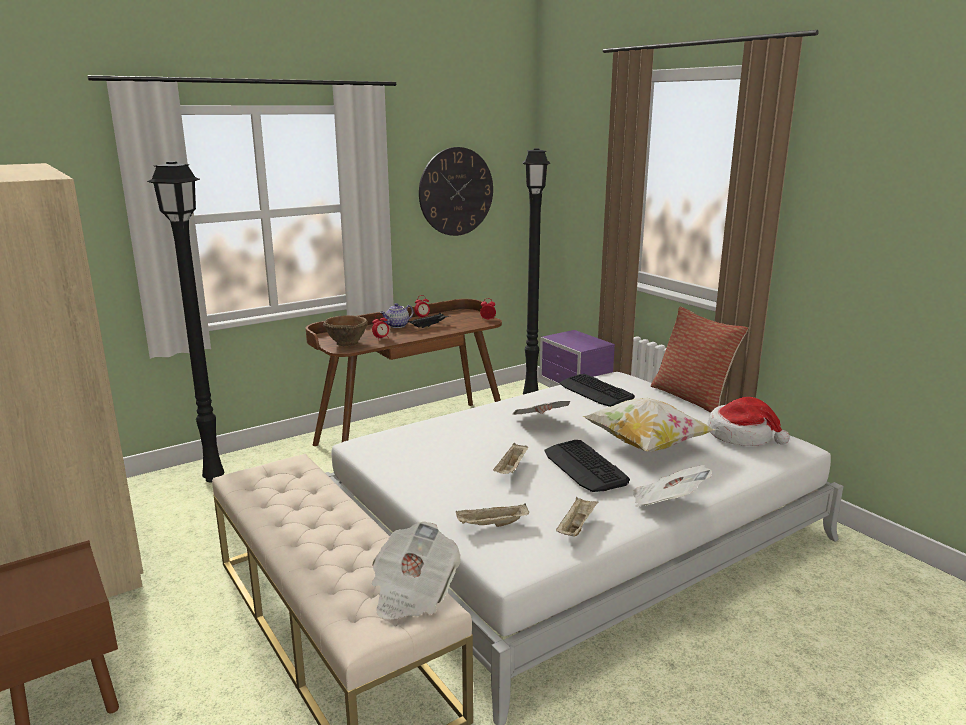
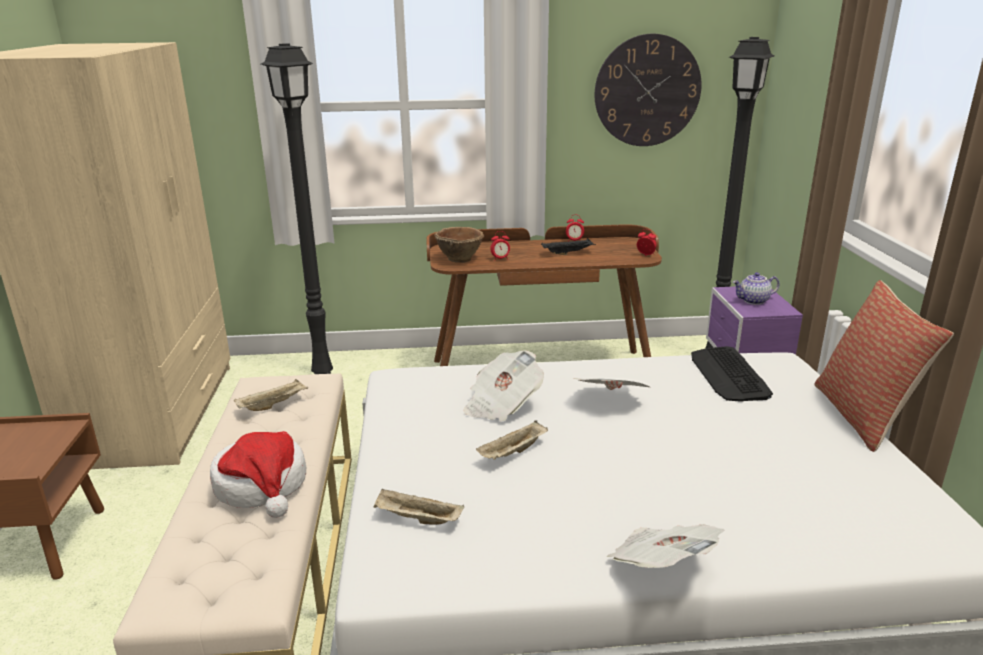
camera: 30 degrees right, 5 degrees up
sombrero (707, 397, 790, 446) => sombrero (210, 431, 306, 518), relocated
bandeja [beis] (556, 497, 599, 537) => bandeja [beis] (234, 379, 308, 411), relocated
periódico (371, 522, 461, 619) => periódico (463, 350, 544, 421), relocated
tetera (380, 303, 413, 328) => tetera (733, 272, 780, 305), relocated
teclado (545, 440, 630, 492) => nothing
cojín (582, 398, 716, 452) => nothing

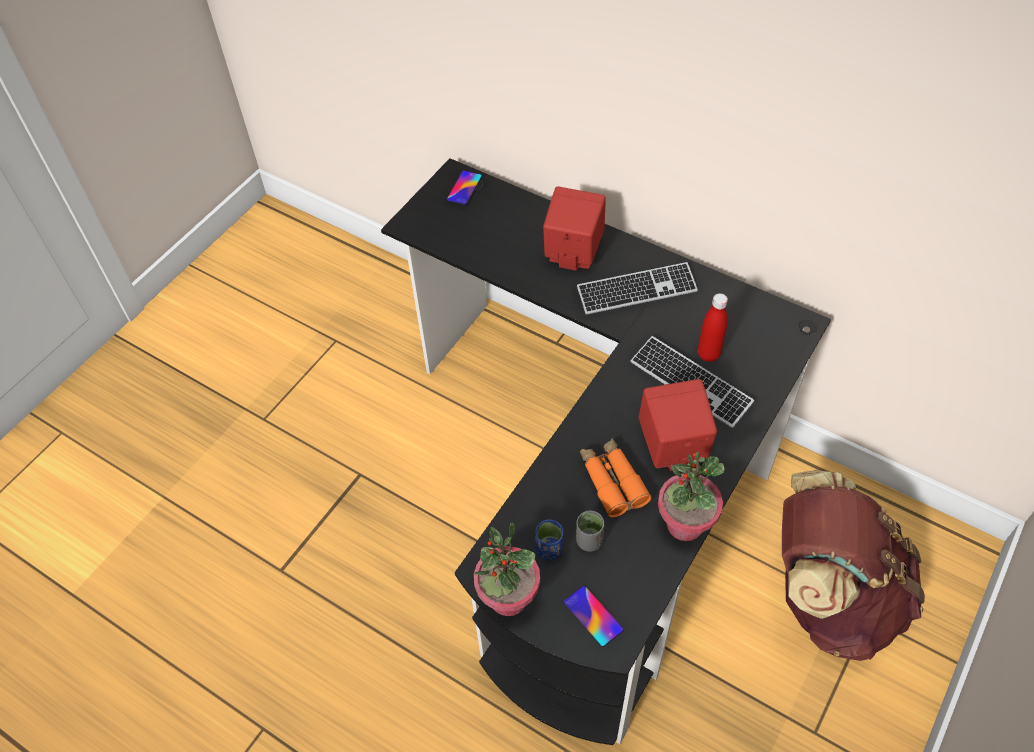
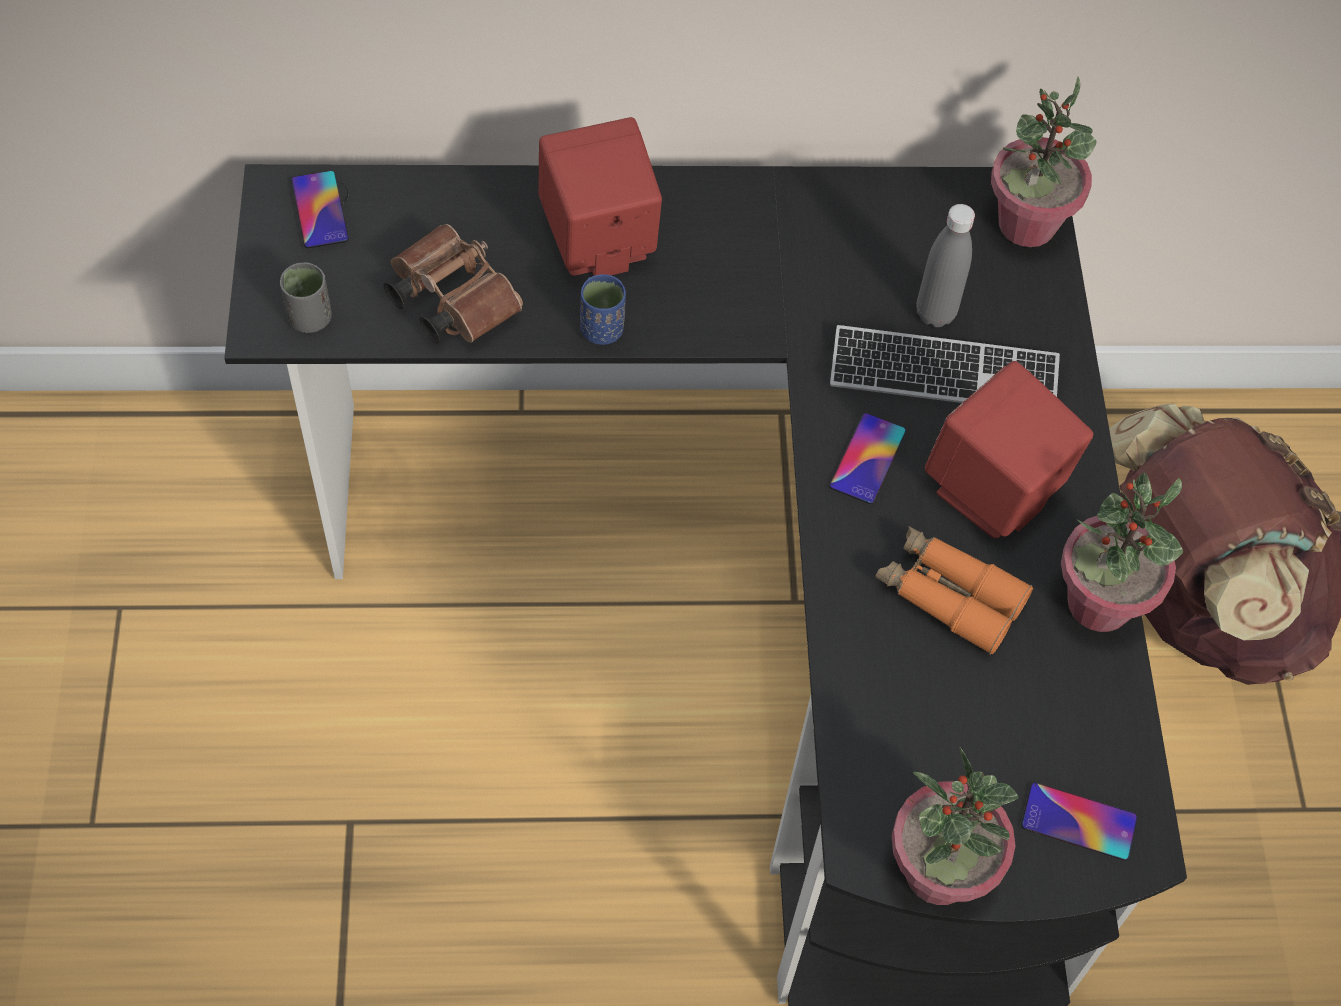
camera: 40 degrees left, 5 degrees up
taza [gris] (576, 511, 604, 551) => taza [gris] (280, 262, 332, 333), relocated
nothing => prismáticos [marrón] (384, 224, 523, 344)
taza [azul] (535, 519, 563, 561) => taza [azul] (580, 274, 626, 345), relocated
nothing => móvil (829, 413, 906, 504)
botella [rojo] (698, 293, 728, 362) => botella [gris] (916, 204, 975, 327)
nothing => planta en maceta (991, 77, 1097, 247)
teclado (577, 262, 698, 315) => nothing

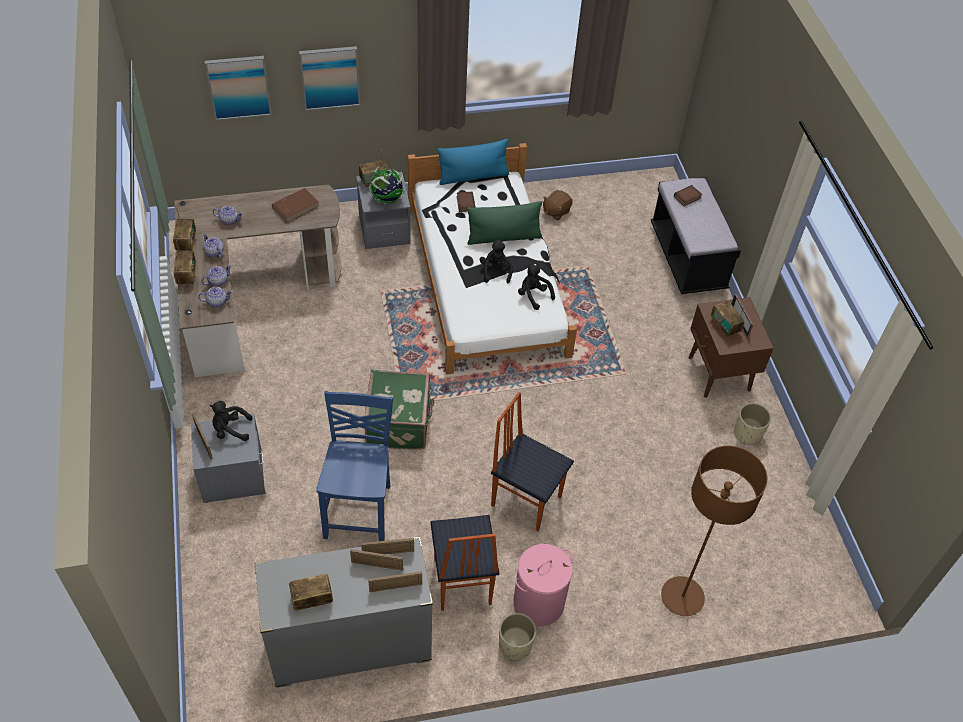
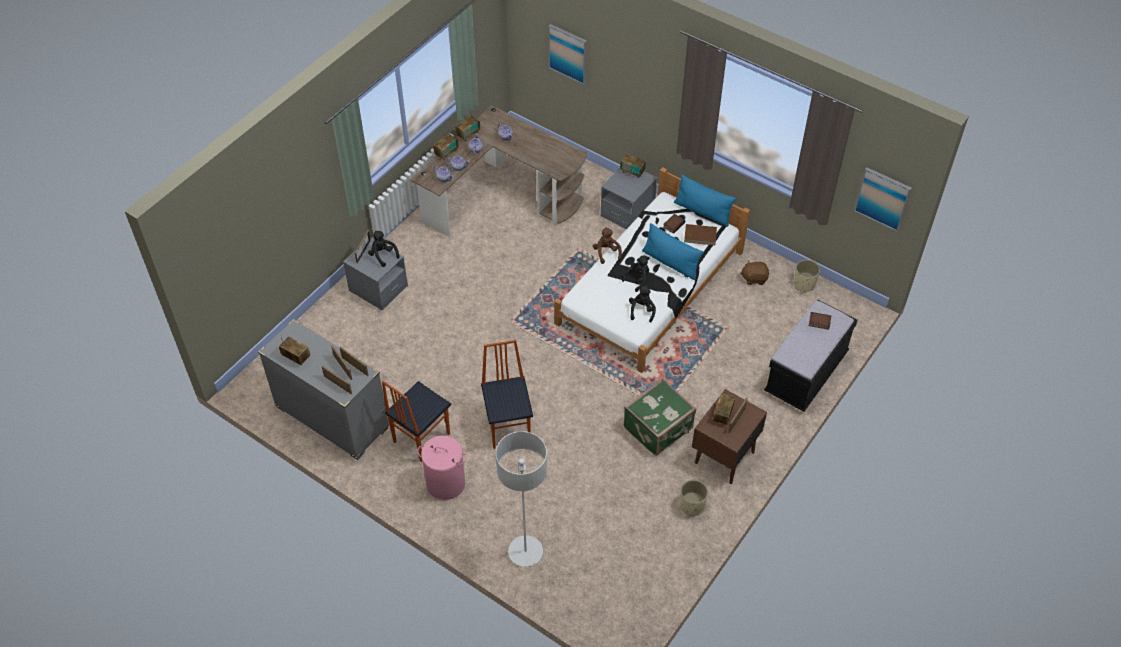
camera: 50 degrees right, 0 degrees up
lámpara de pie [marrón] (661, 446, 767, 616) => lámpara de pie [gris] (496, 431, 547, 567)
nothing => peluche [marrón] (593, 227, 622, 264)
maleta [verde] (365, 370, 434, 450) => maleta [verde] (624, 378, 696, 456), relocated
cojín [verde] (467, 201, 542, 245) => cojín [azul] (642, 223, 704, 280)
libro [marrón] (272, 188, 319, 223) => libro [marrón] (684, 224, 717, 245), relocated
maceta [beis] (499, 613, 536, 661) => maceta [beis] (794, 259, 820, 292), relocated
cuadro (299, 46, 360, 111) => cuadro (854, 167, 912, 231), relocated
silla [azul] (316, 391, 393, 541) => nothing
globo terráqueo (369, 166, 406, 204) => nothing

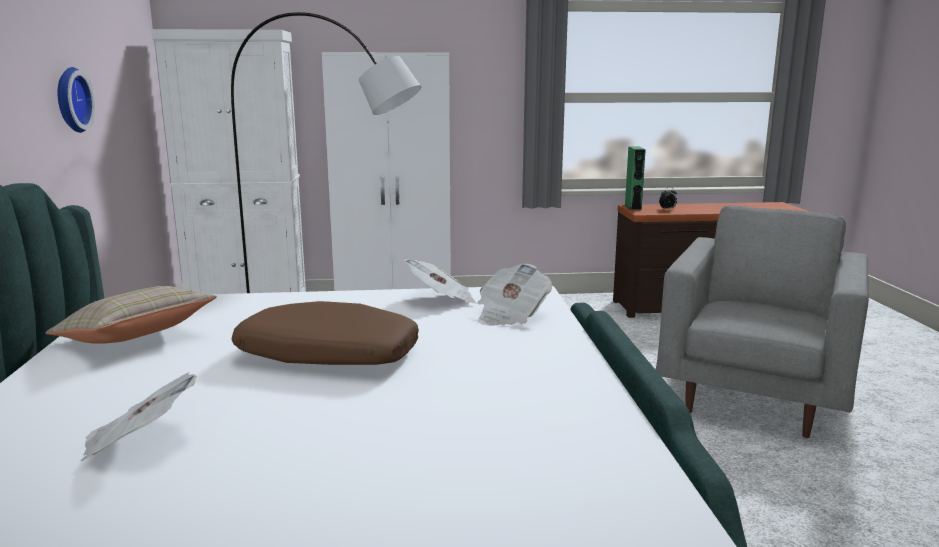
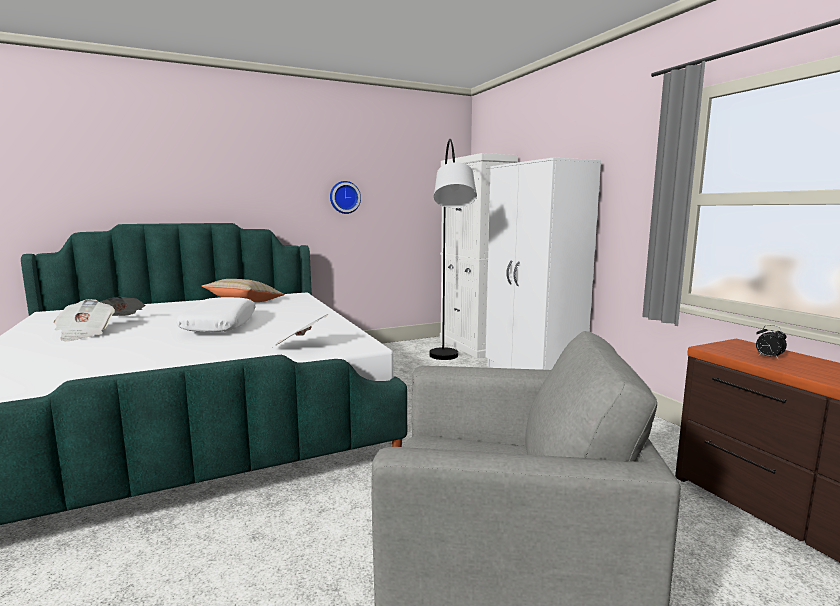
camera: 70 degrees right, 5 degrees down
periódico (404, 259, 477, 304) => periódico (54, 299, 115, 341), relocated
cojín [marrón] (232, 301, 419, 365) => cojín [blanco] (176, 297, 256, 332)
altavoz [verde] (625, 146, 646, 210) => nothing

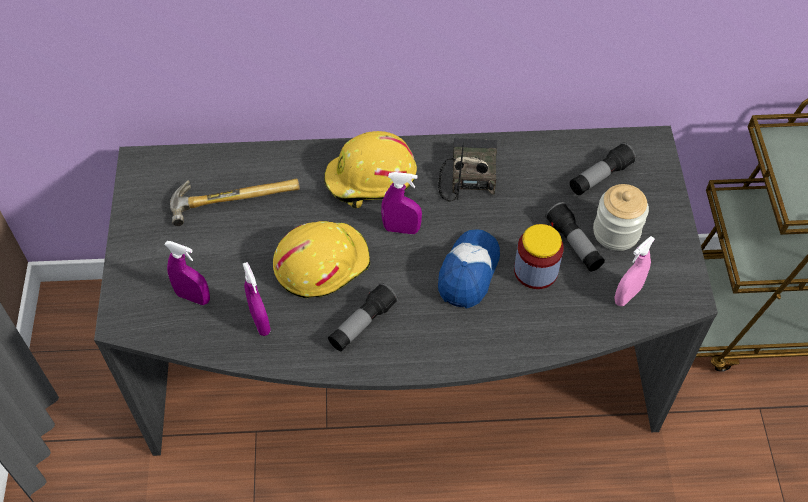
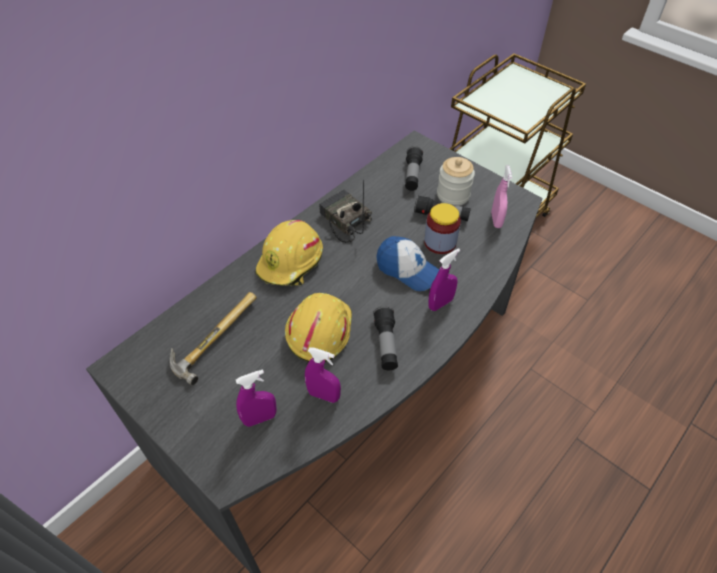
camera: 45 degrees left, 5 degrees down
gorra (438, 229, 500, 308) => gorra (377, 236, 439, 291), 150 degrees clockwise
pulverizador [morado] (381, 172, 422, 234) => pulverizador [morado] (428, 248, 460, 311), relocated

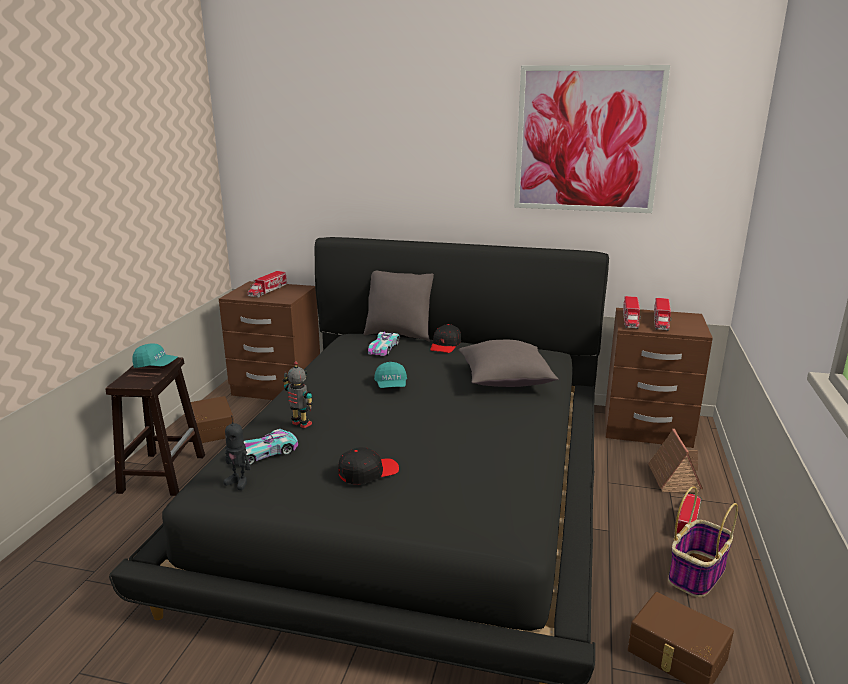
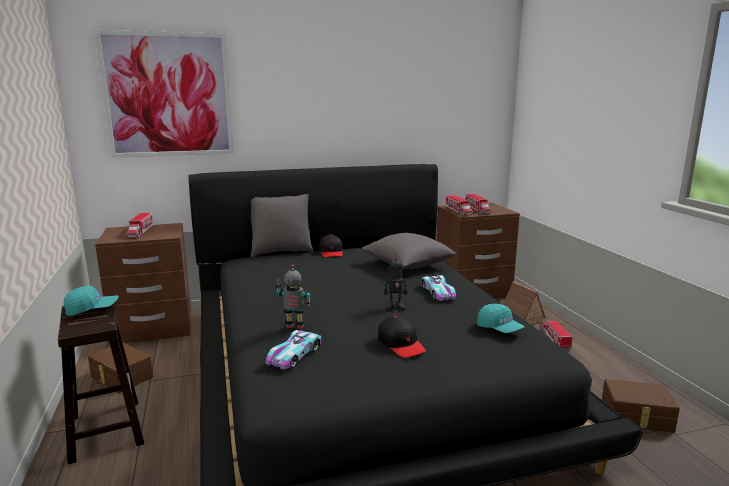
camera: 30 degrees left, 5 degrees down
cuadro (514, 65, 670, 213) => cuadro (94, 30, 234, 158), relocated
gorra [negro] (338, 447, 399, 484) => gorra [negro] (378, 316, 426, 358), 120 degrees clockwise
robot de juguete (223, 415, 251, 490) => robot de juguete (384, 253, 407, 311), relocated
coche de juguete (368, 332, 400, 356) => coche de juguete (422, 275, 456, 301), relocated
gorra [turquesa] (374, 362, 407, 388) => gorra [turquesa] (477, 304, 525, 333), relocated
cesta (668, 486, 738, 597) => nothing

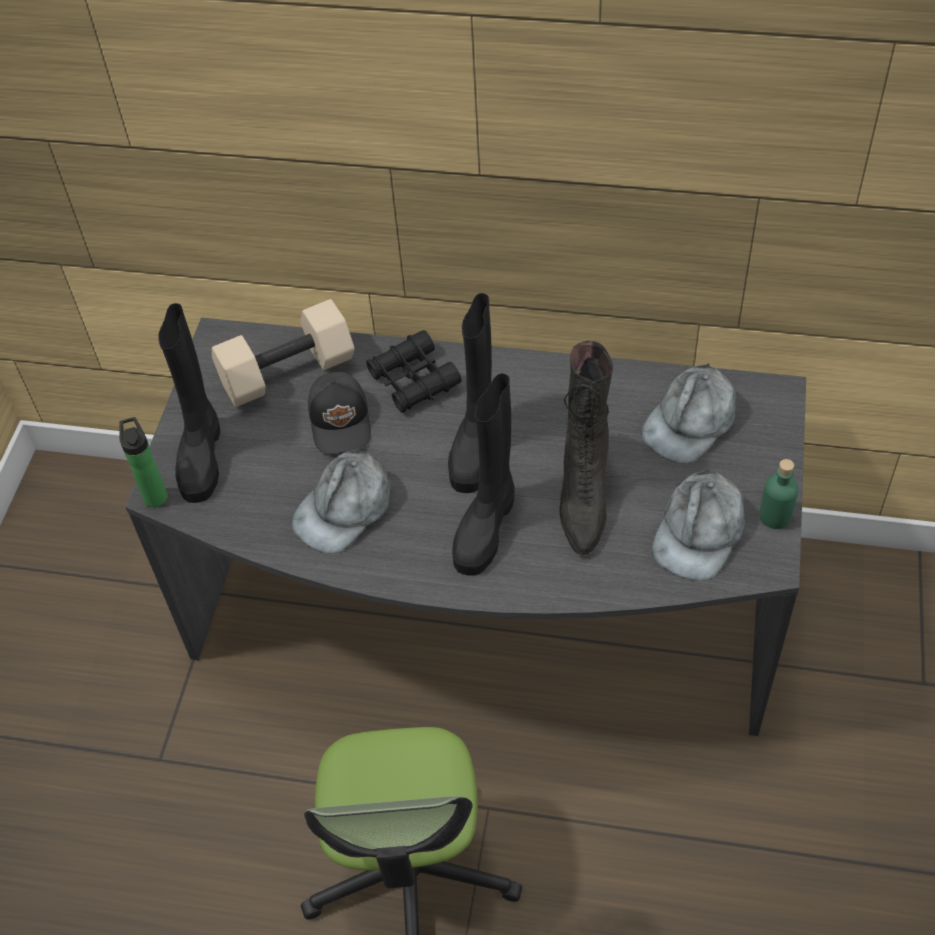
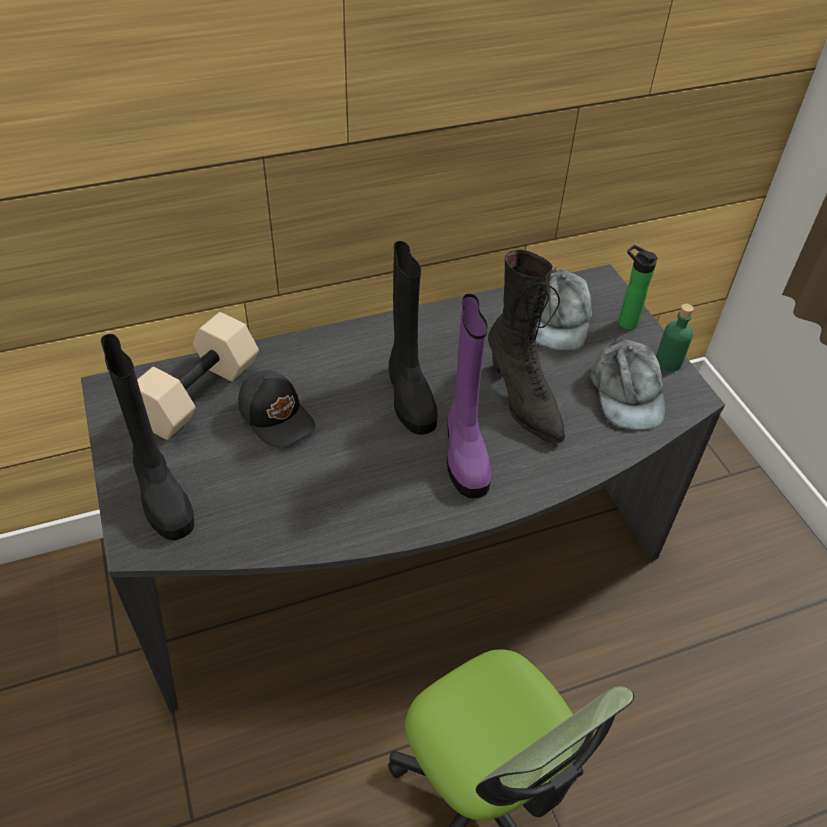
camera: 35 degrees left, 5 degrees down
bota [negro] (452, 373, 514, 576) => bota [morado] (447, 294, 492, 498)
botella (119, 417, 168, 507) => botella (618, 245, 658, 330), relocated
gorra [gris] (291, 448, 391, 554) => nothing
prismáticos [negro] (366, 330, 461, 413) => nothing

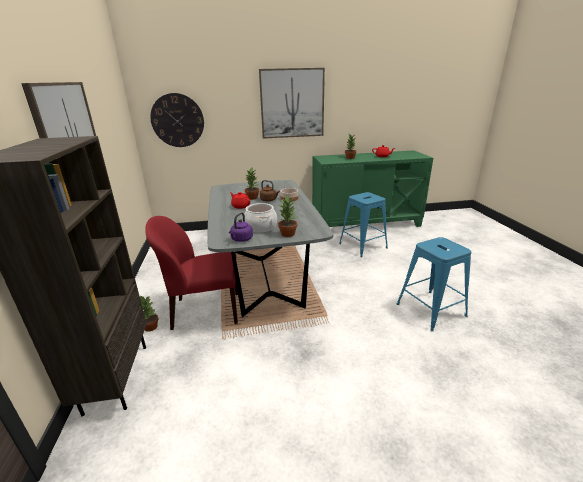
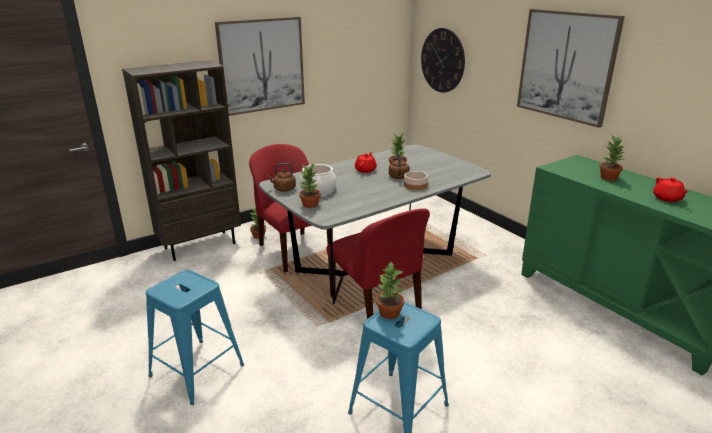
camera: 65 degrees right, 0 degrees up
taburete [azul] (339, 192, 388, 257) => taburete [azul] (146, 270, 244, 405), relocated
hervidor [morado] (229, 212, 253, 242) => hervidor [marrón] (267, 163, 296, 192)
nothing => silla [rojo] (327, 208, 430, 319)
nothing => planta en maceta (376, 261, 404, 319)

